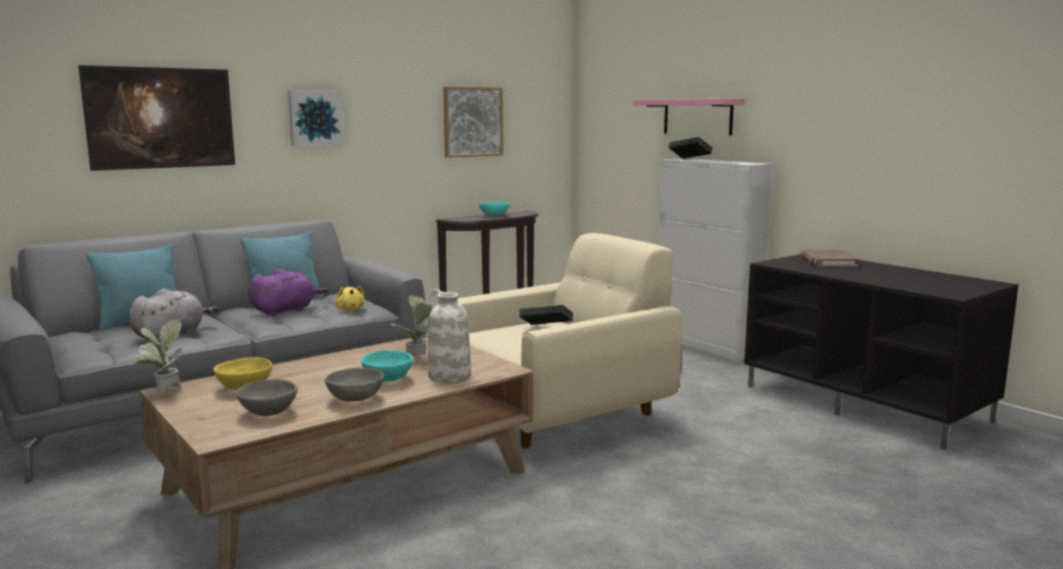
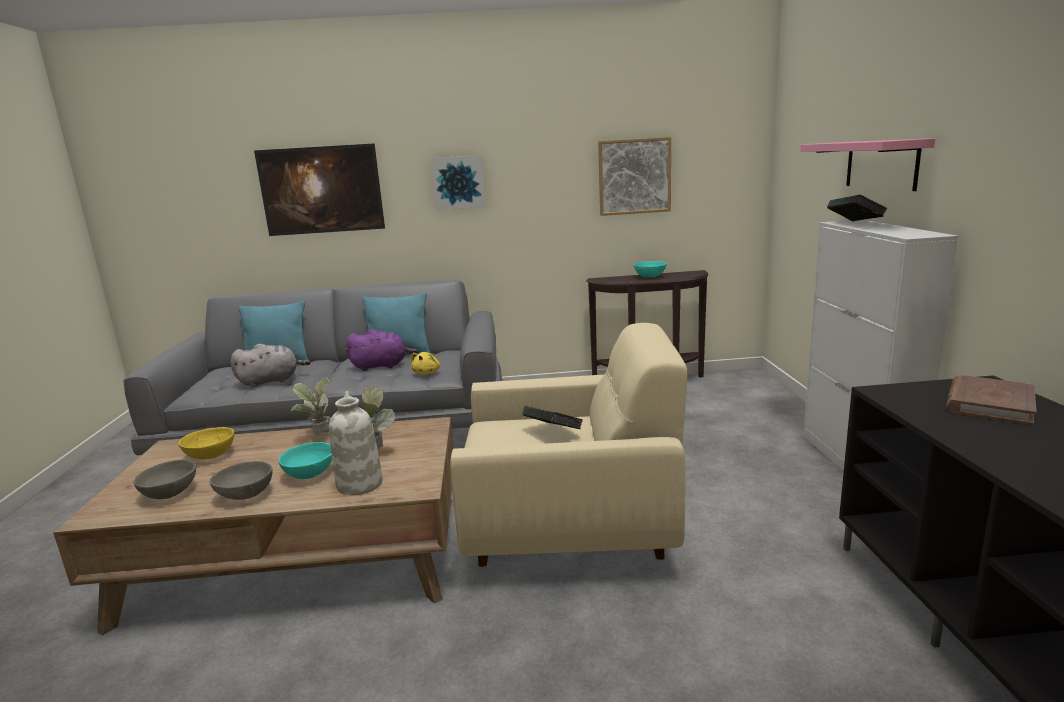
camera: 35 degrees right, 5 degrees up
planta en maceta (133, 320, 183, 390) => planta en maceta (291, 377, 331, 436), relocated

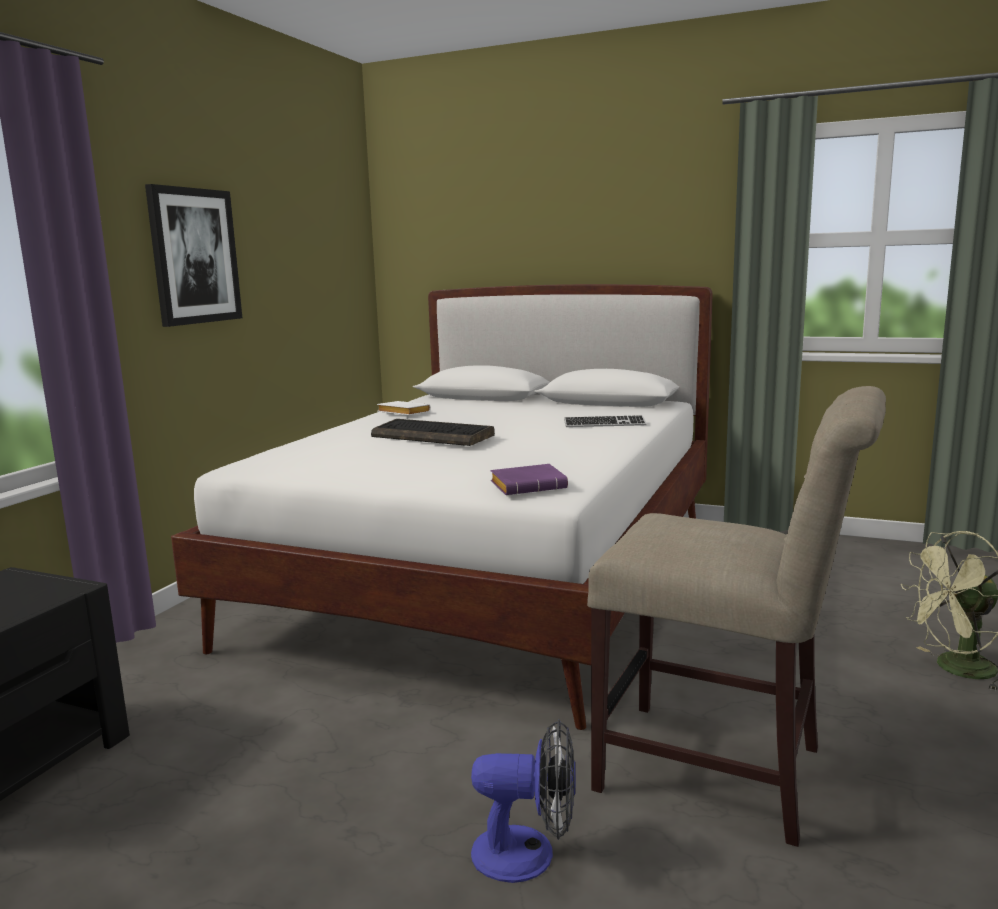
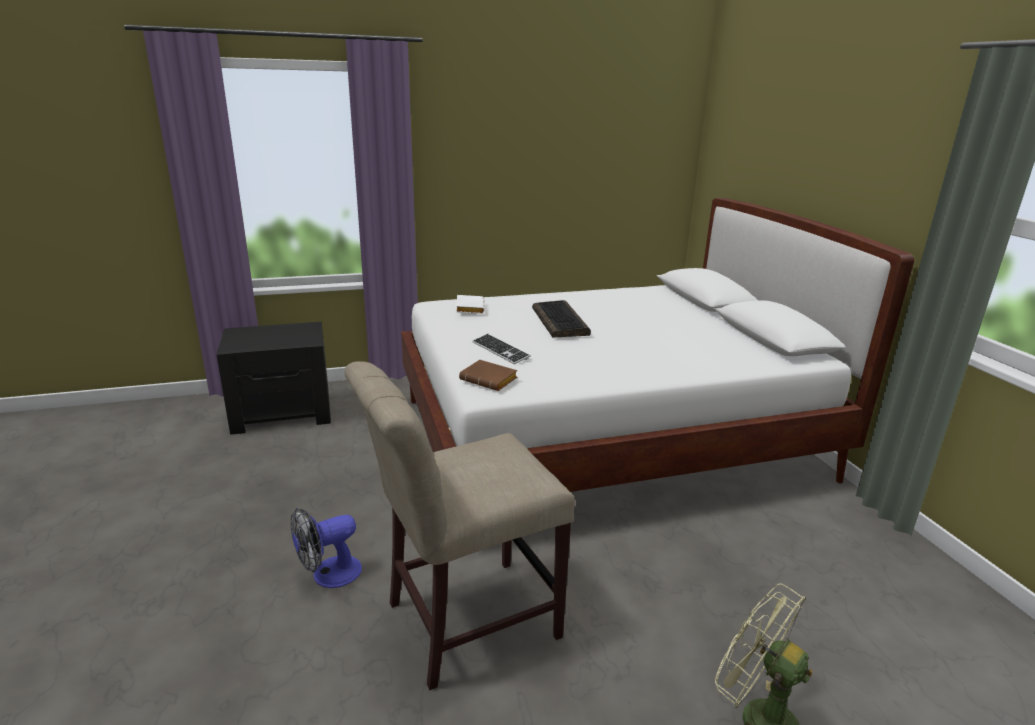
camera: 50 degrees right, 10 degrees up
ventilador (471, 719, 575, 883) => ventilador (291, 508, 362, 588), 90 degrees clockwise
silla [beis] (587, 386, 886, 847) => silla [beis] (345, 361, 575, 690), 75 degrees clockwise
libro [blanco] (377, 401, 431, 415) => libro [blanco] (456, 295, 485, 314), relocated
libro [morado] (491, 464, 568, 495) => libro [marrón] (459, 360, 517, 391)
teclado (564, 415, 647, 427) => teclado (472, 334, 531, 364), relocated
cuadro (145, 184, 242, 327) => nothing

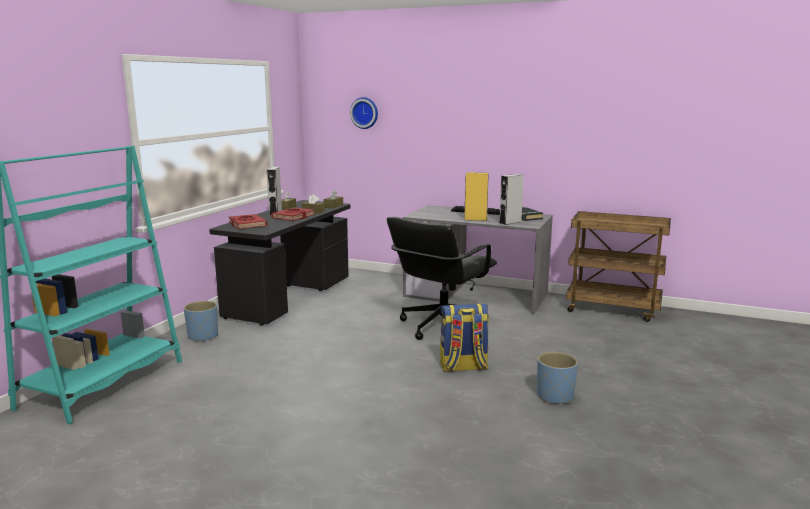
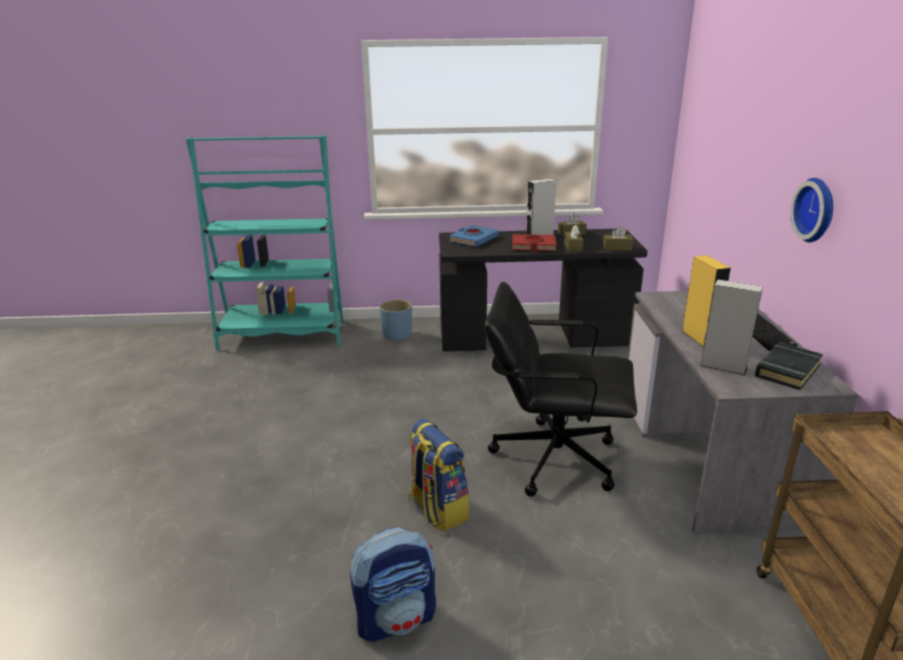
camera: 65 degrees right, 10 degrees up
maceta [azul] (537, 352, 578, 404) => mochila (350, 527, 436, 642)
libro [rojo] (229, 214, 267, 229) => libro [azul] (449, 225, 499, 247)
reloj de pared (350, 97, 378, 129) => reloj de pared (790, 178, 833, 242), relocated

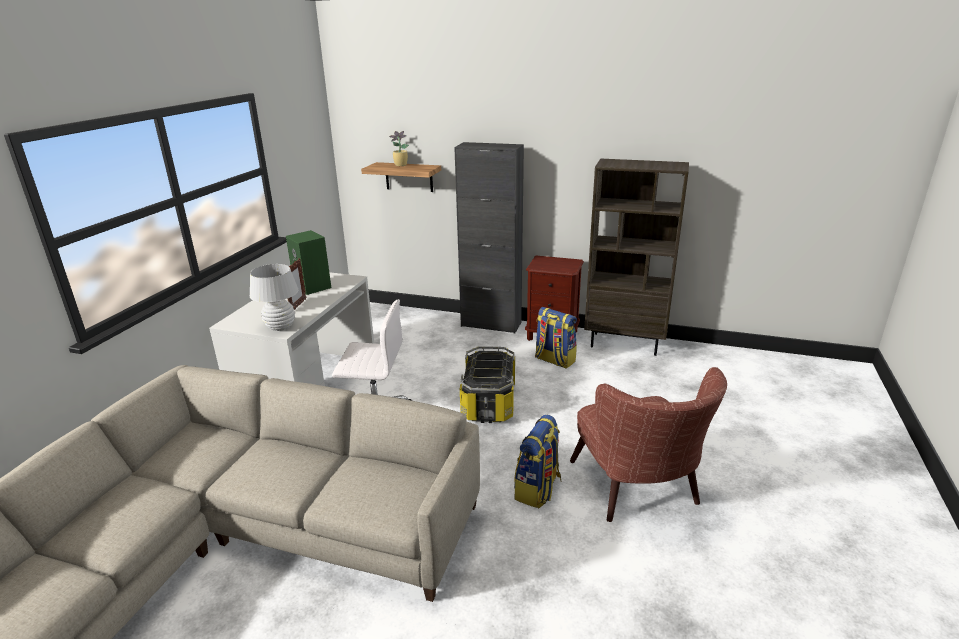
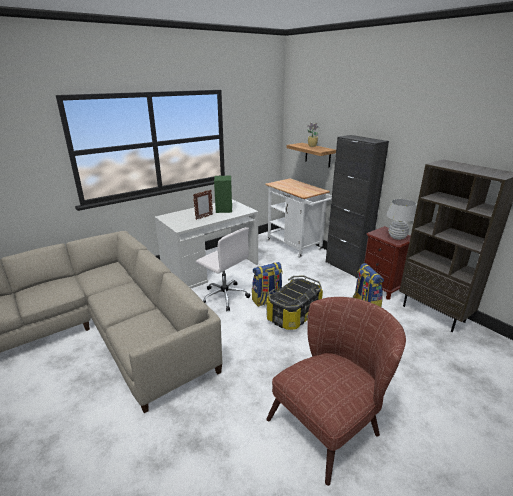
camera: 35 degrees right, 0 degrees up
mochila (514, 415, 562, 508) => mochila (252, 262, 283, 307), relocated
nothing => carrito [blanco] (265, 179, 332, 258)
sillón [marrón] (570, 367, 727, 522) => sillón [marrón] (266, 297, 406, 486), 150 degrees counterclockwise
lámpara de mesa [blanco] (250, 264, 298, 331) => lámpara de mesa [blanco] (386, 199, 416, 240), relocated

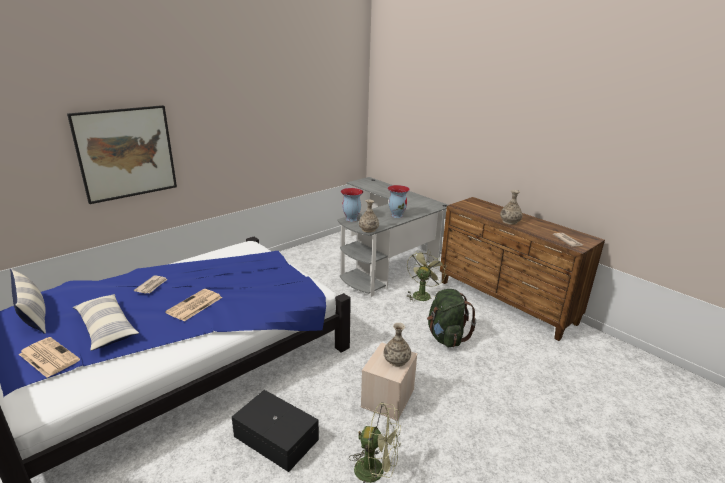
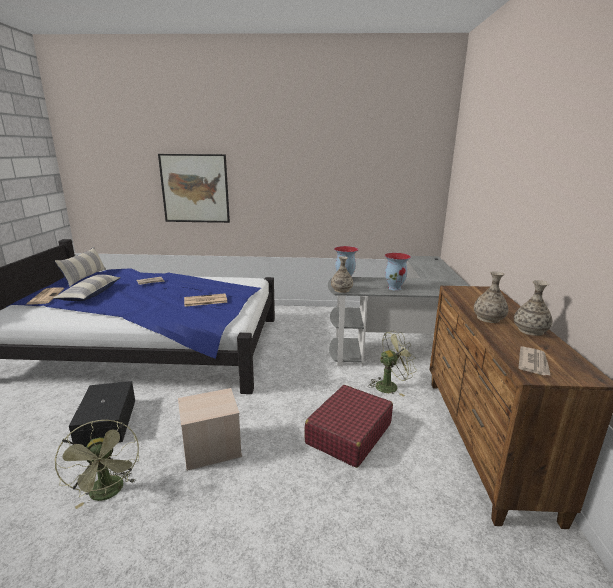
camera: 45 degrees right, 5 degrees down
periódico (165, 289, 222, 321) => periódico (184, 294, 228, 307), relocated
mochila [verde] (427, 289, 476, 347) => maleta [rojo] (305, 385, 393, 468)
florero (384, 323, 411, 367) => florero (514, 280, 552, 336), relocated

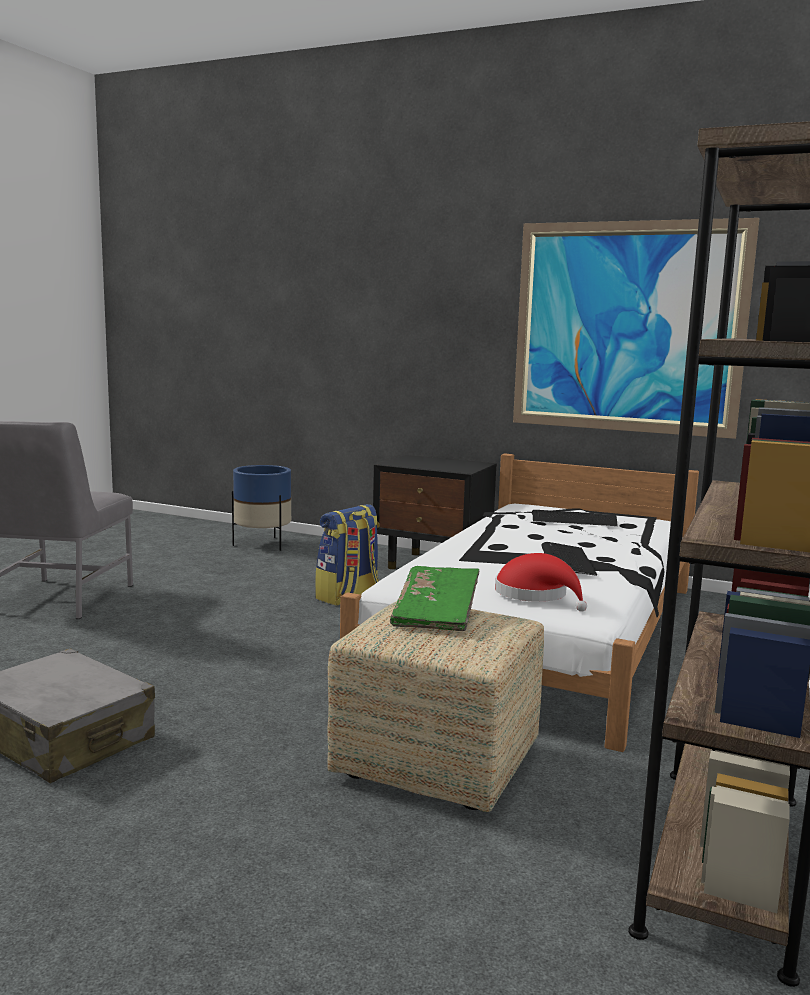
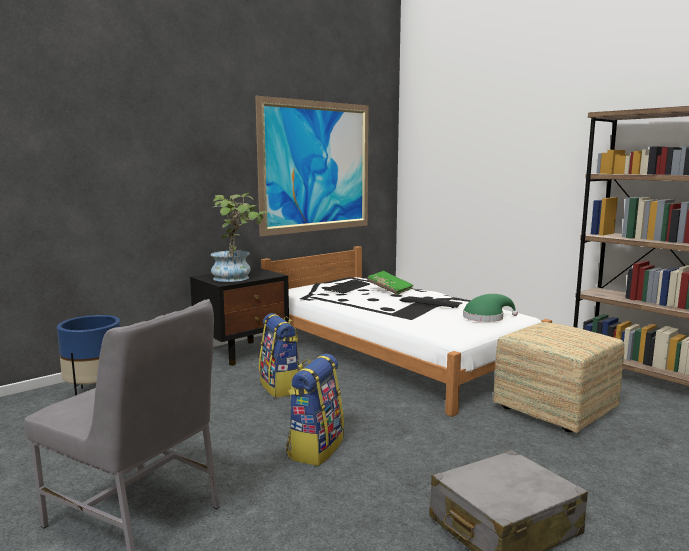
camera: 65 degrees left, 0 degrees up
nothing => planta en maceta (210, 192, 266, 282)
nothing => mochila (286, 354, 344, 466)
libro [verde] (390, 566, 479, 631) => libro [verde] (367, 271, 414, 295), relocated
sombrero [rojo] (495, 553, 587, 612) => sombrero [verde] (463, 294, 518, 322)

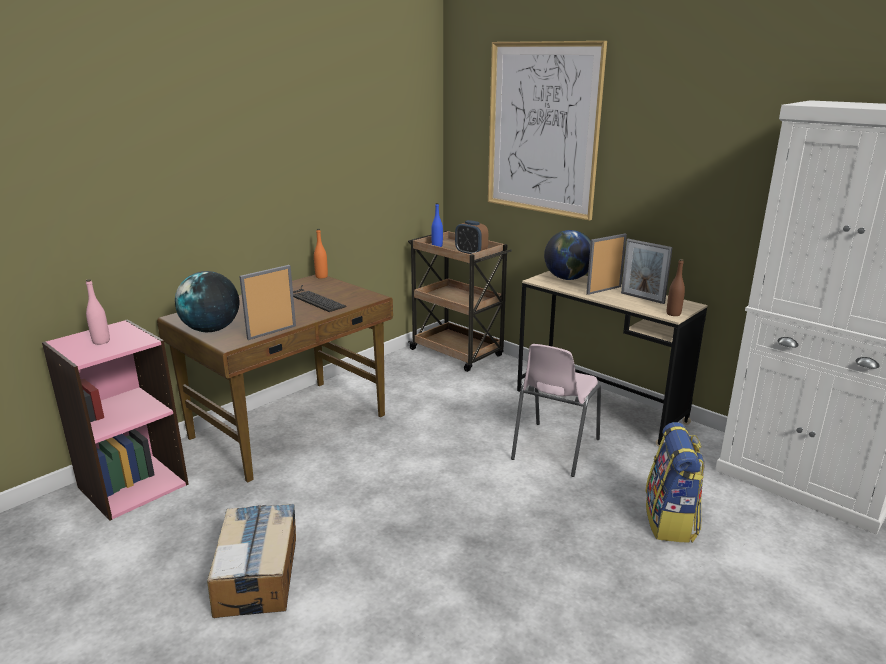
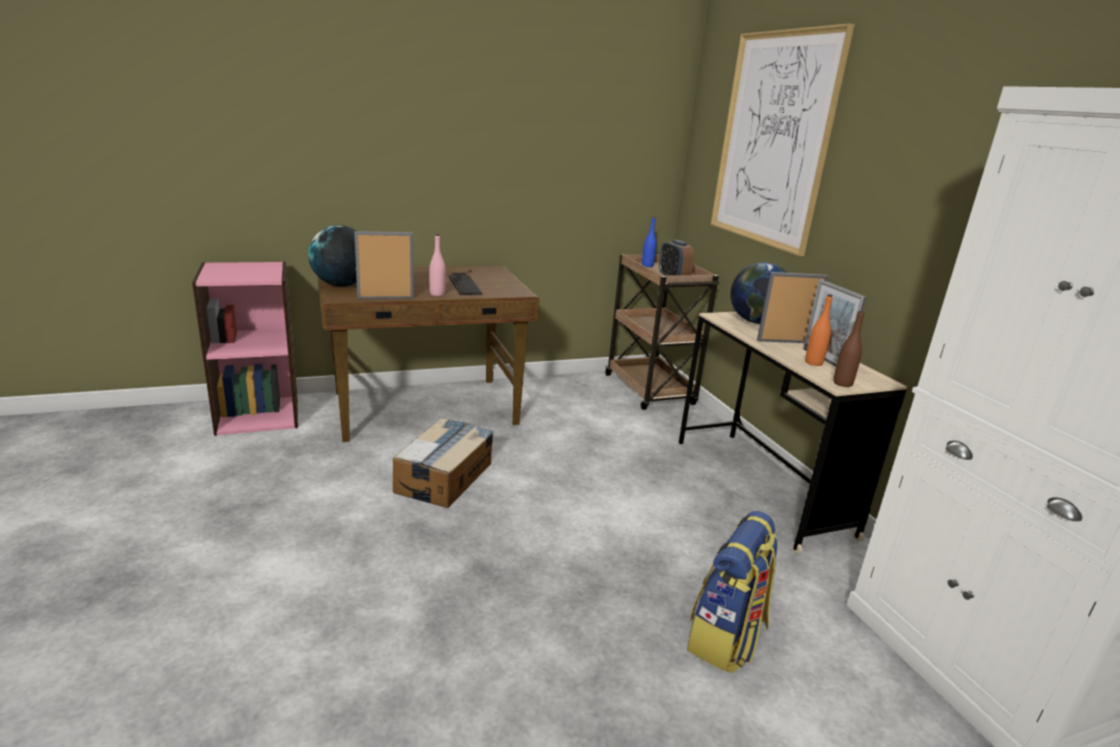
camera: 25 degrees right, 0 degrees up
caja de cartón (207, 504, 296, 618) => caja de cartón (393, 418, 494, 508), relocated
botella [rosa] (86, 279, 110, 345) => botella [rosa] (429, 234, 446, 296), relocated
botella [naranja] (314, 229, 328, 279) => botella [naranja] (805, 294, 833, 366), relocated
silla [rosa] (511, 344, 601, 477) => nothing

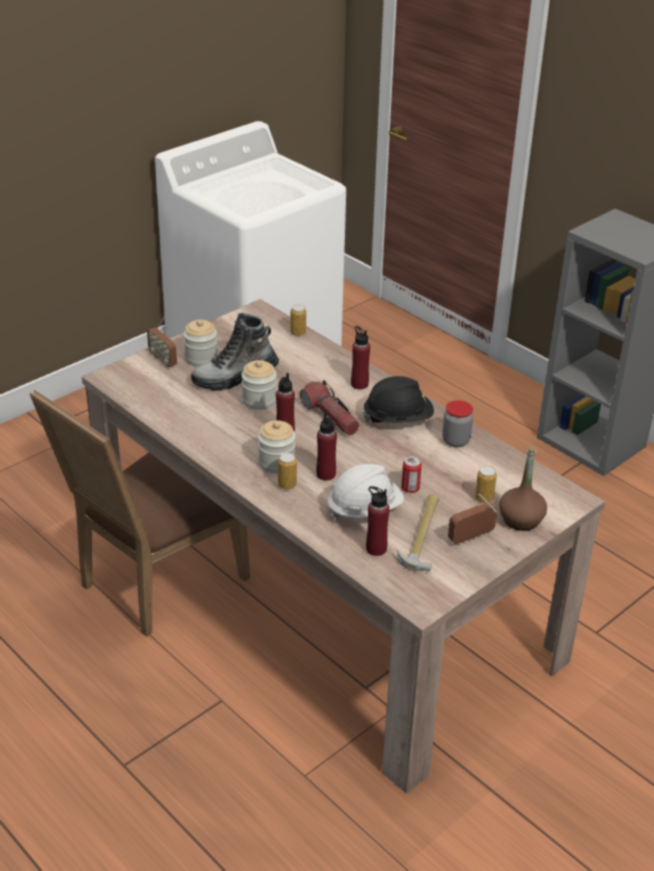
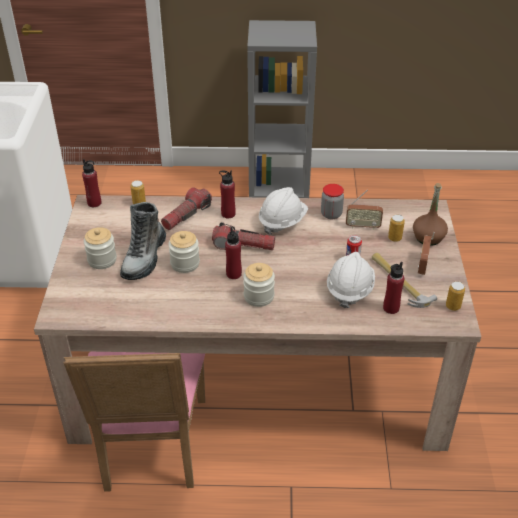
camera: 45 degrees left, 5 degrees up
silla [marrón] (29, 390, 250, 637) => silla [rosa] (63, 352, 205, 492)
botella [rojo] (316, 413, 337, 480) => botella [rojo] (82, 159, 101, 207), relocated
nothing => linterna (161, 187, 212, 230)
casco [negro] (363, 376, 434, 424) => casco [blanco] (259, 187, 308, 235)
radio (147, 316, 177, 368) => radio (346, 189, 383, 230), relocated
lata (278, 453, 297, 490) => lata (446, 281, 465, 311), relocated

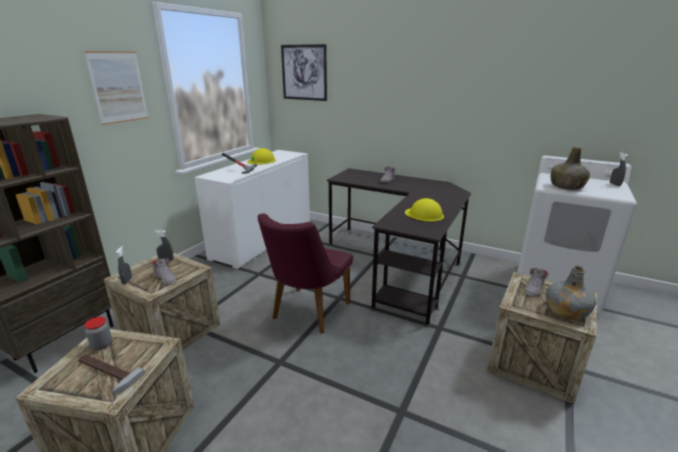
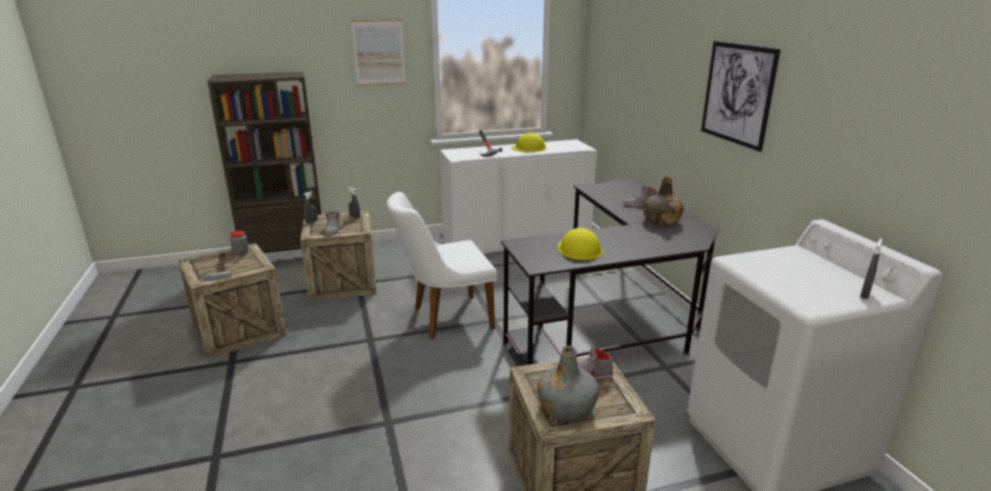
camera: 45 degrees right, 0 degrees up
silla [morado] (258, 213, 353, 334) => silla [blanco] (387, 192, 497, 339)
botella [verde] (550, 147, 590, 190) => botella [verde] (643, 177, 684, 226), relocated
cuadro (281, 44, 327, 101) => cuadro (701, 41, 781, 152), relocated

